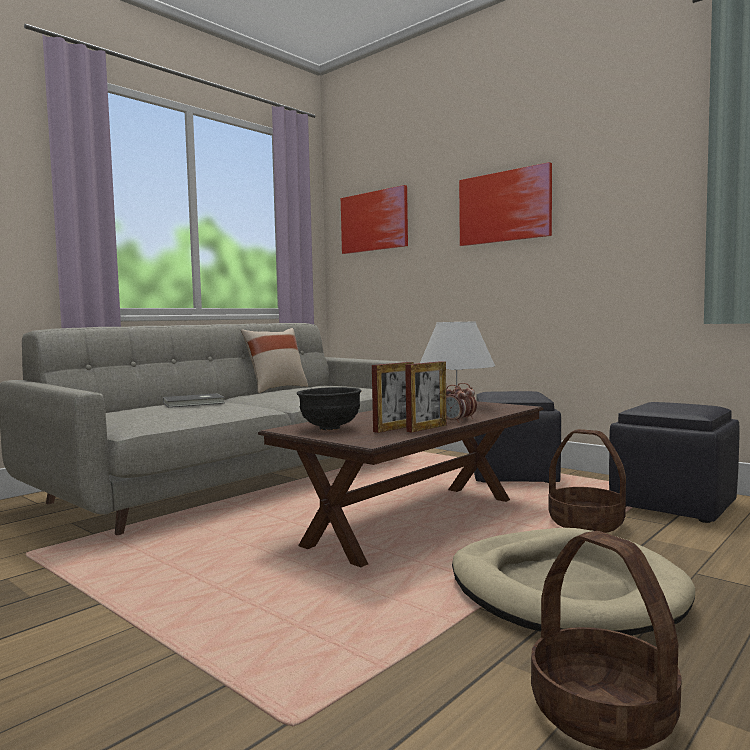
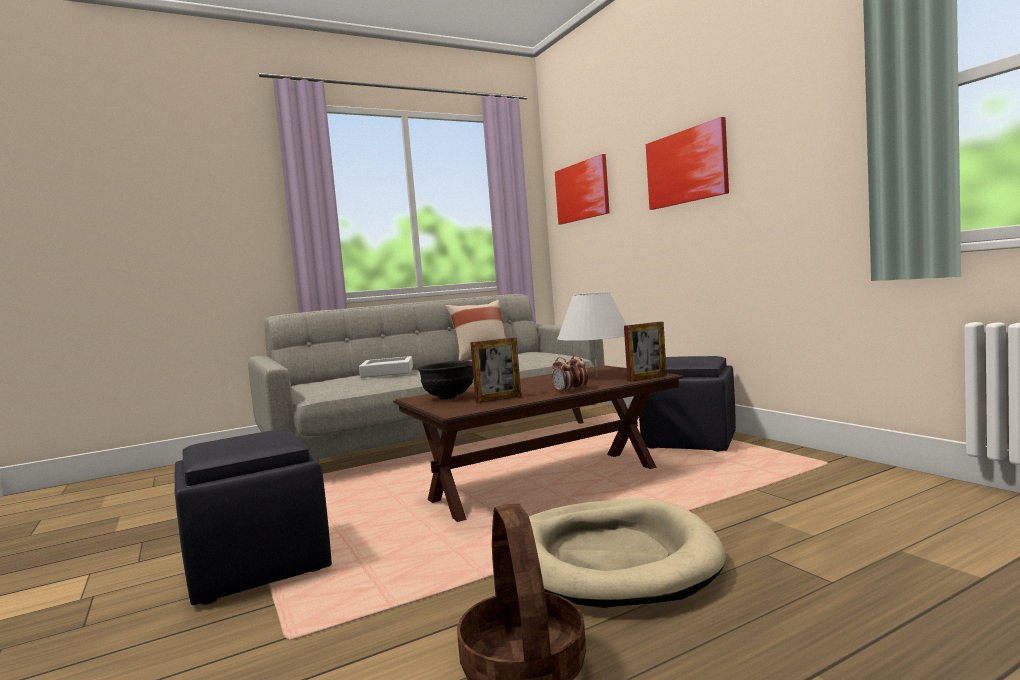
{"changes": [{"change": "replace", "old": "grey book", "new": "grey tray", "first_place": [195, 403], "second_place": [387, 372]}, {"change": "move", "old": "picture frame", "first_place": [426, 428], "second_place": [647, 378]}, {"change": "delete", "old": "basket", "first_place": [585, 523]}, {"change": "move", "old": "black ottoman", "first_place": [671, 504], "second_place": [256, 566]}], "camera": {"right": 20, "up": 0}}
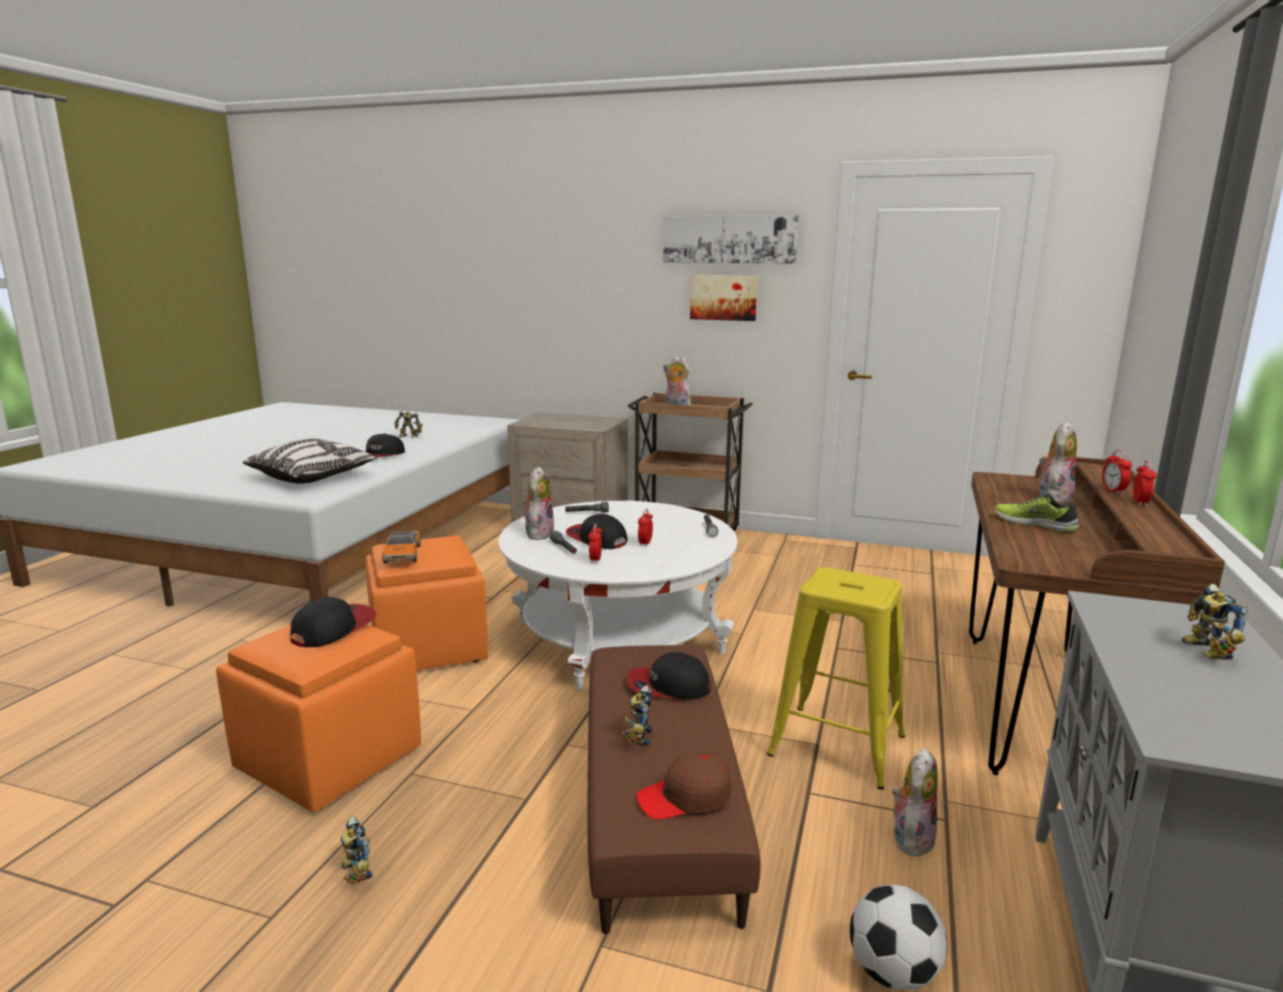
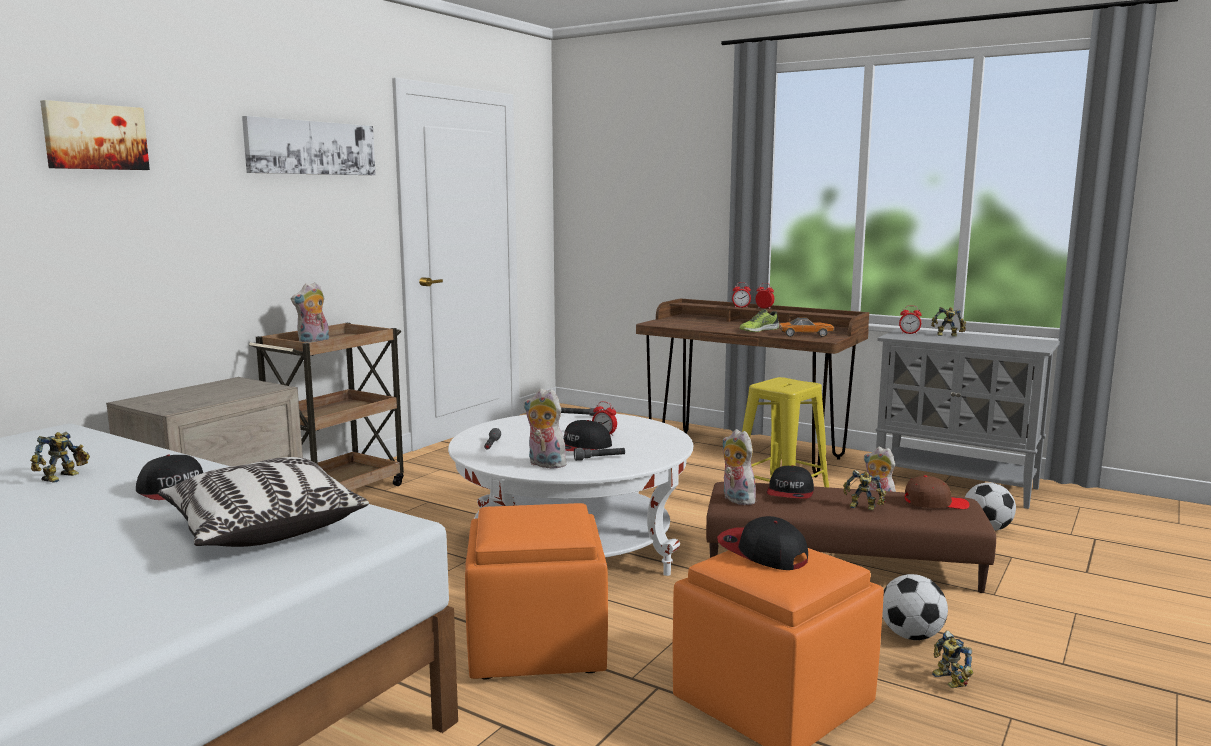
{"changes": [{"change": "rotate", "old": "toy robot", "first_place": [354, 873], "second_place": [947, 681], "degrees": 90}, {"change": "move", "old": "toy car", "first_place": [402, 555], "second_place": [805, 335]}, {"change": "move", "old": "alarm clock", "first_place": [595, 560], "second_place": [909, 333]}, {"change": "rotate", "old": "brown cap", "first_place": [685, 798], "second_place": [935, 503], "degrees": -90}, {"change": "move", "old": "picture", "first_place": [723, 297], "second_place": [95, 137]}, {"change": "move", "old": "plush toy", "first_place": [1053, 497], "second_place": [736, 499]}, {"change": "insert", "new": "football", "second_place": [911, 636]}], "camera": {"right": -75, "up": -5}}
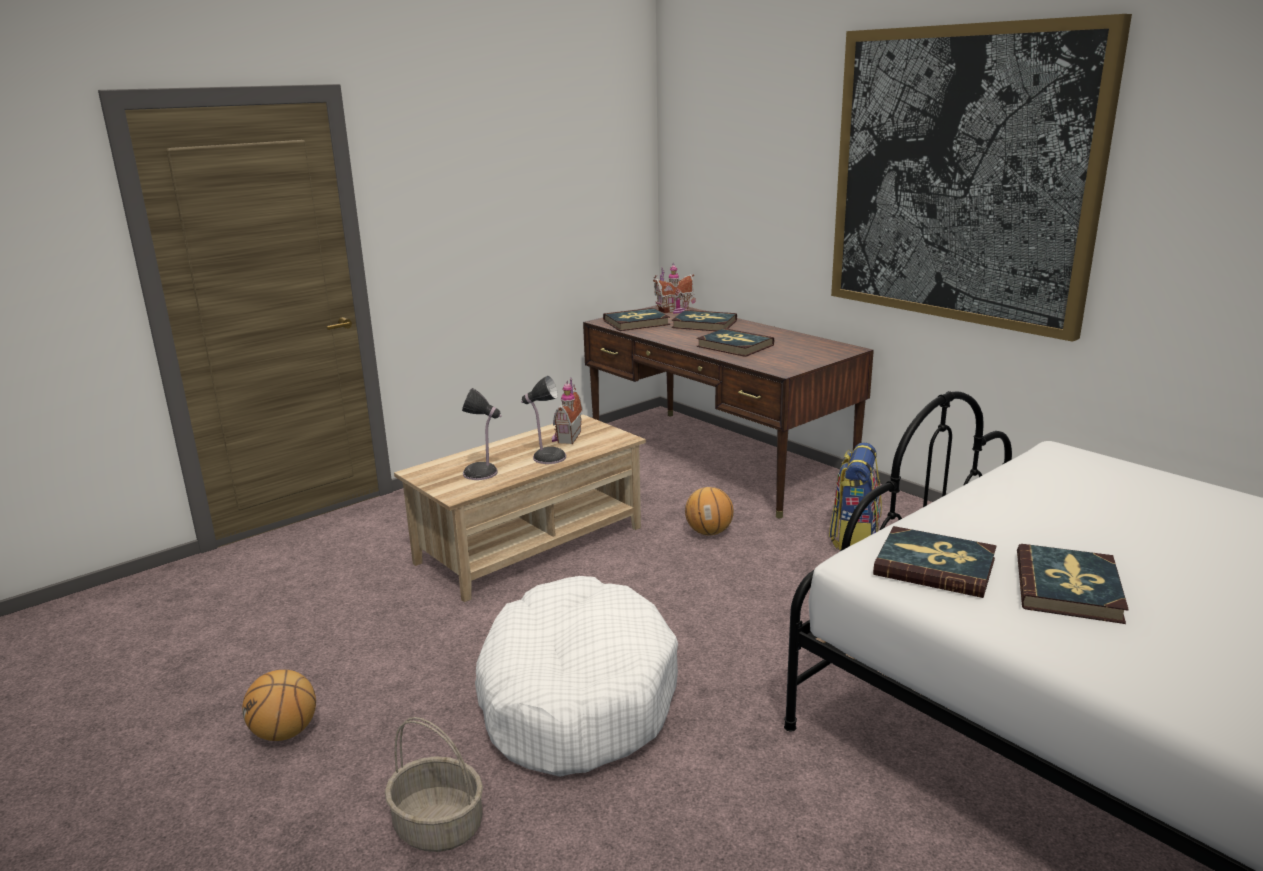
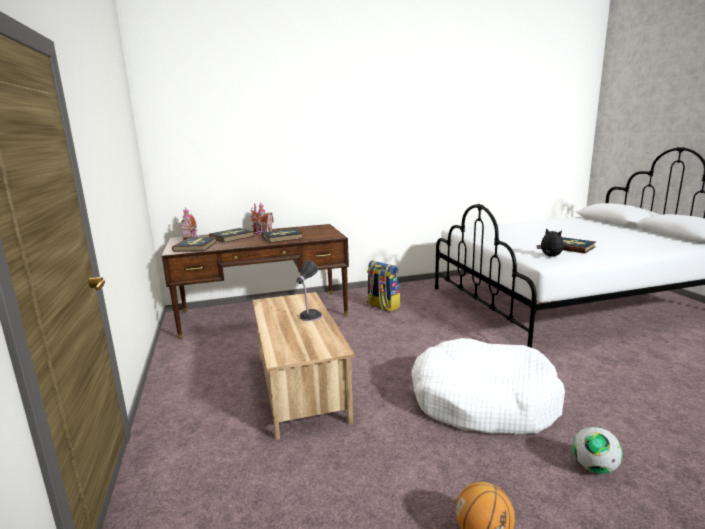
{"changes": [{"change": "replace", "old": "basket", "new": "football", "first_place": [440, 826], "second_place": [594, 467]}, {"change": "delete", "old": "table lamp", "first_place": [482, 473]}, {"change": "move", "old": "toy house", "first_place": [565, 437], "second_place": [261, 232]}, {"change": "delete", "old": "basketball", "first_place": [709, 532]}, {"change": "delete", "old": "picture", "first_place": [961, 176]}, {"change": "replace", "old": "book", "new": "plush toy", "first_place": [934, 567], "second_place": [550, 256]}], "camera": {"right": -65, "up": -5}}
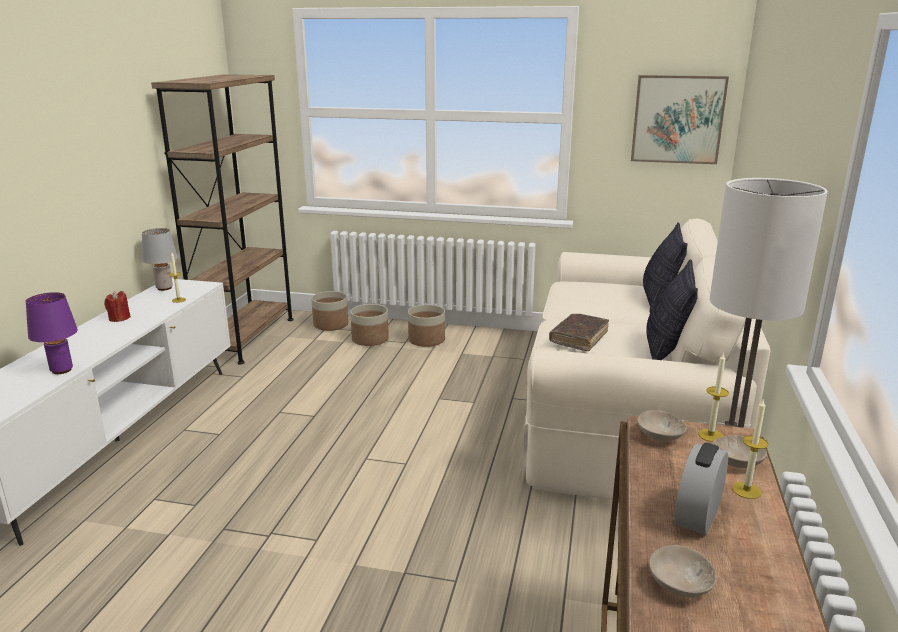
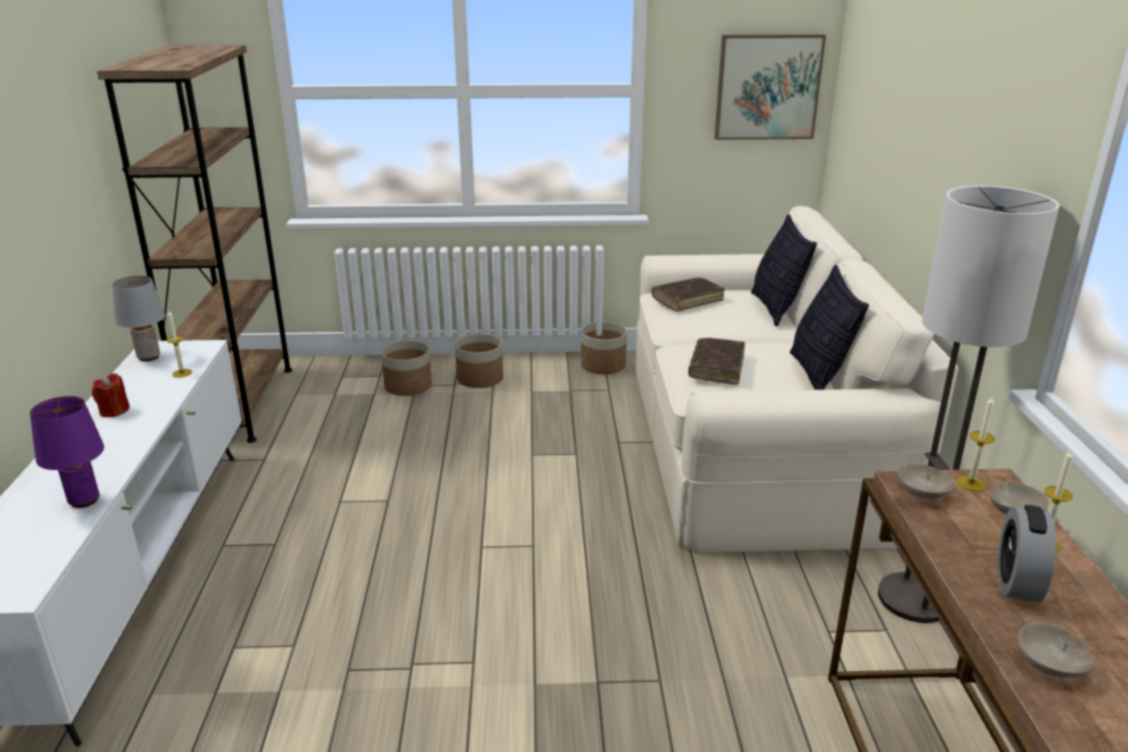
{"changes": [{"change": "move", "old": "planter", "first_place": [331, 325], "second_place": [603, 365]}, {"change": "insert", "new": "brown book", "second_place": [687, 300]}], "camera": {"right": -15, "up": 5}}
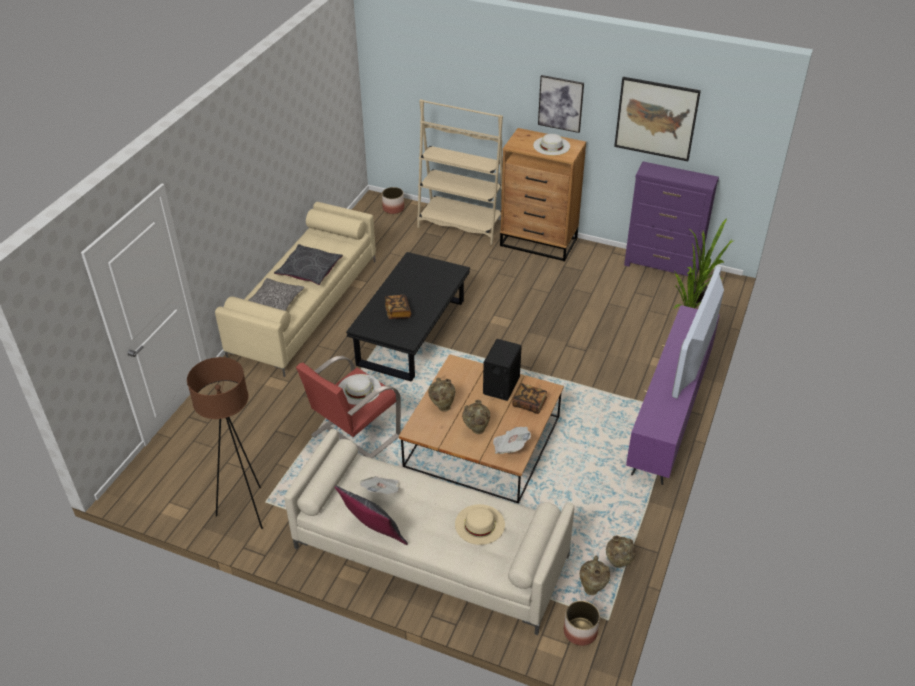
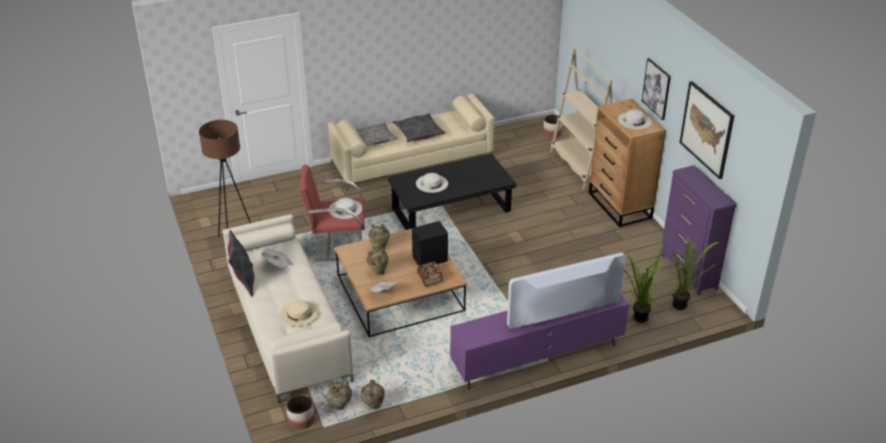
{"changes": [{"change": "replace", "old": "book", "new": "white hat", "first_place": [398, 312], "second_place": [432, 183]}], "camera": {"right": 45, "up": -5}}
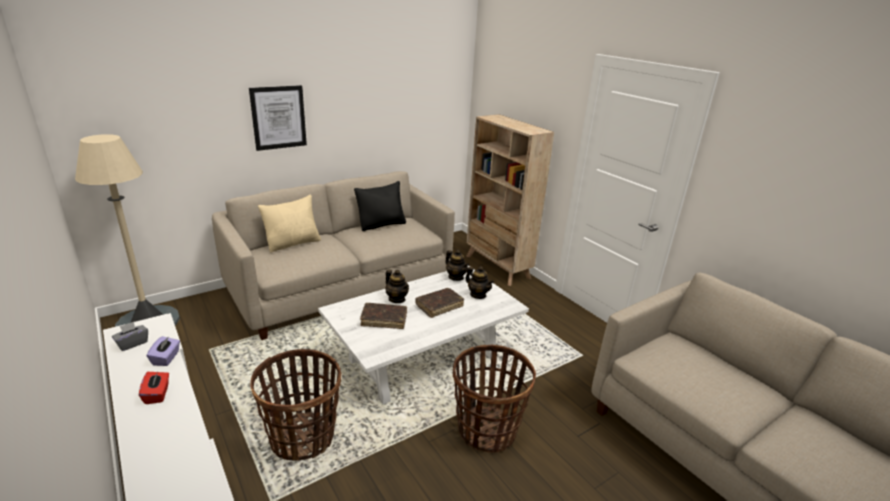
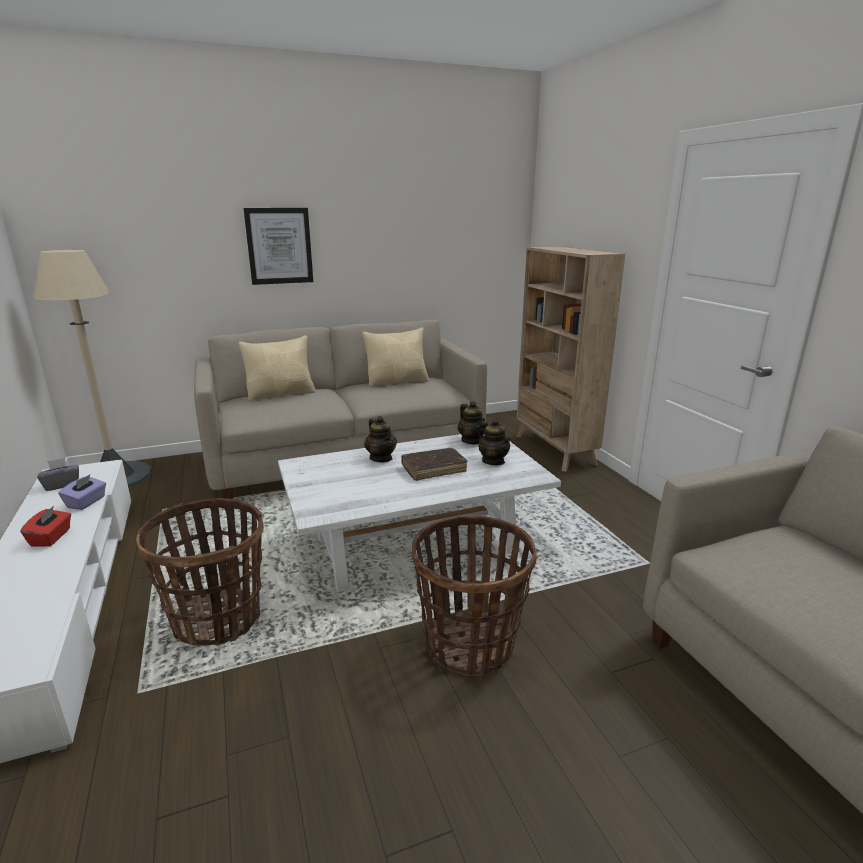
{"changes": [{"change": "recolor", "old": "black pillow", "new": "beige pillow", "first_place": [381, 225], "second_place": [397, 382]}, {"change": "delete", "old": "brown book", "first_place": [384, 320]}], "camera": {"right": 15, "up": -5}}
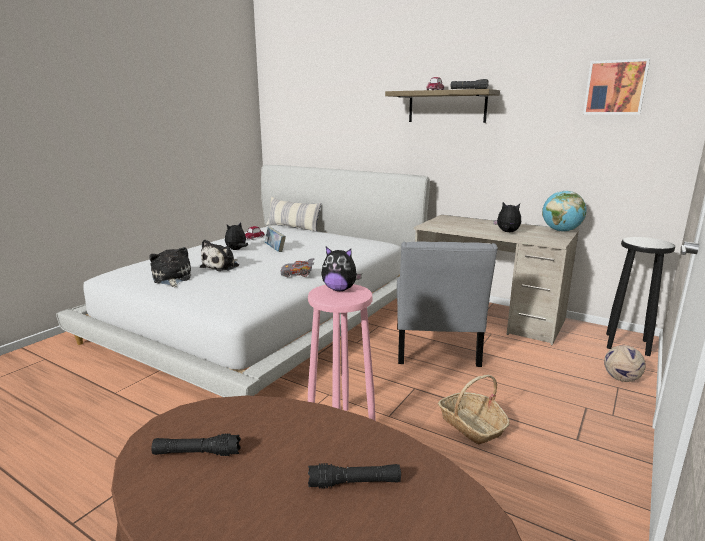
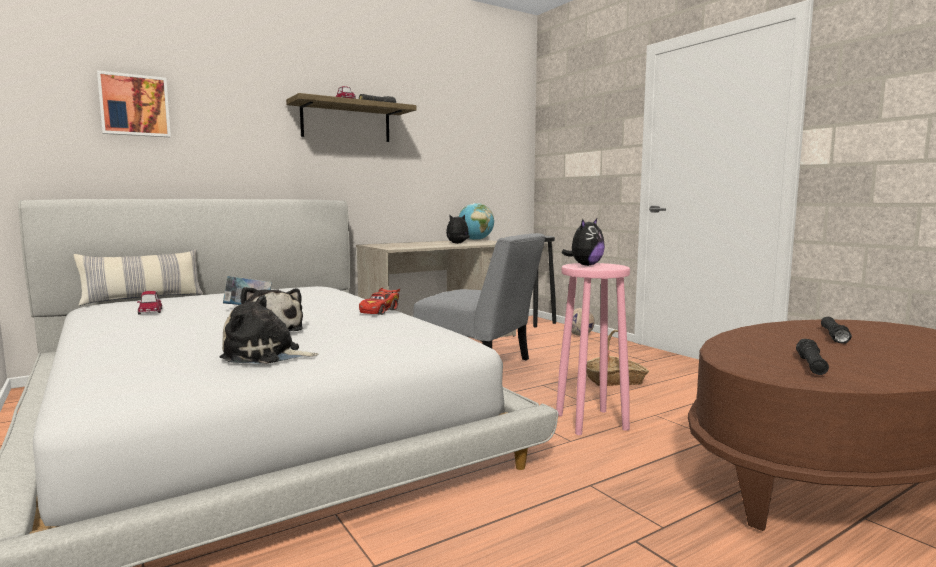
{"changes": [{"change": "delete", "old": "plush toy", "first_place": [237, 250]}, {"change": "recolor", "old": "grey toy car", "new": "red toy car", "first_place": [297, 274], "second_place": [379, 311]}, {"change": "move", "old": "picture", "first_place": [615, 87], "second_place": [134, 105]}], "camera": {"right": -65, "up": -10}}
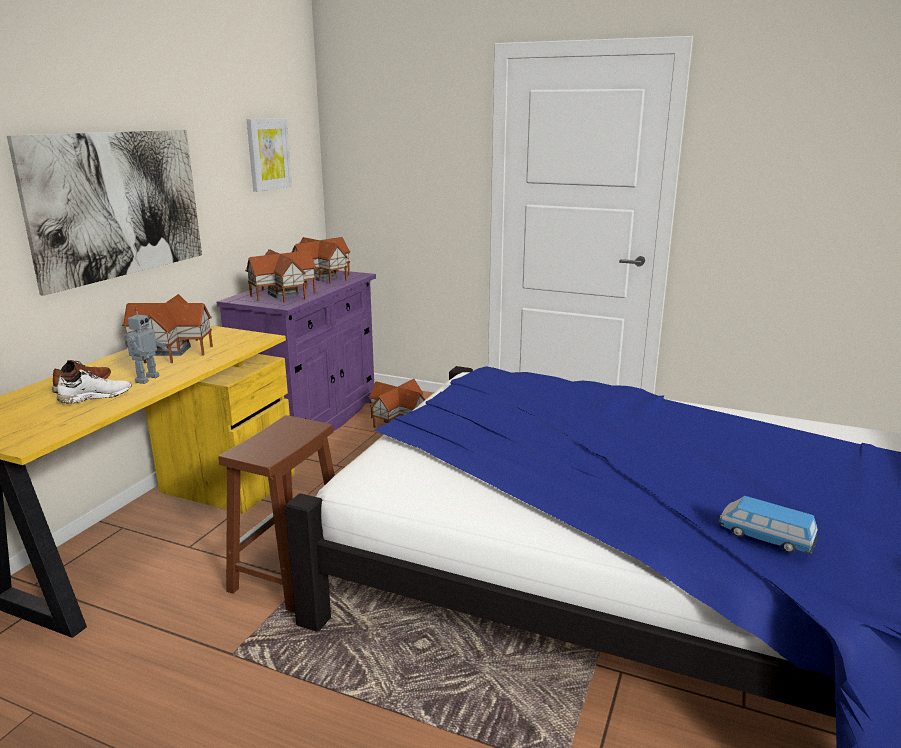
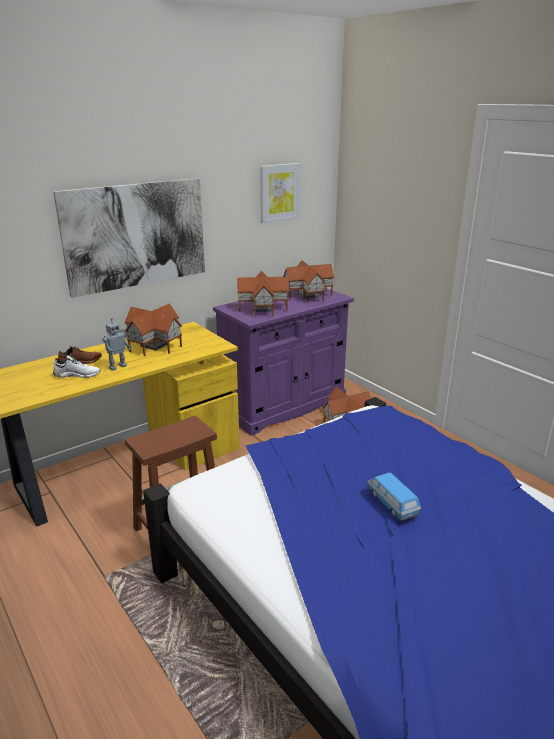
{"changes": [{"change": "move", "old": "toy car", "first_place": [765, 537], "second_place": [392, 503]}], "camera": {"right": 30, "up": 5}}
